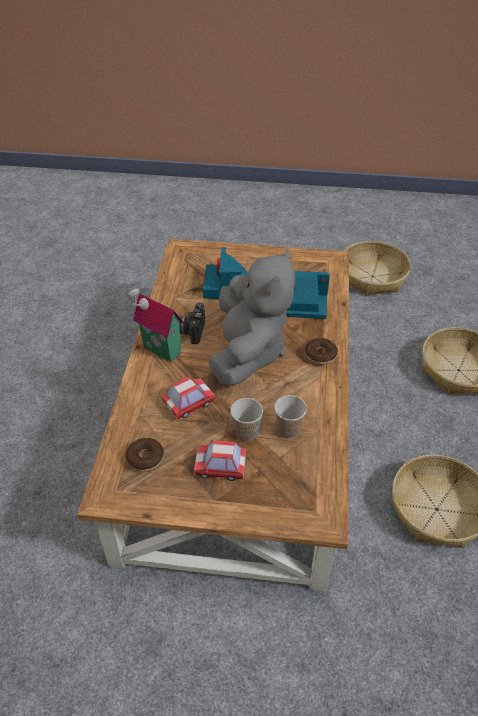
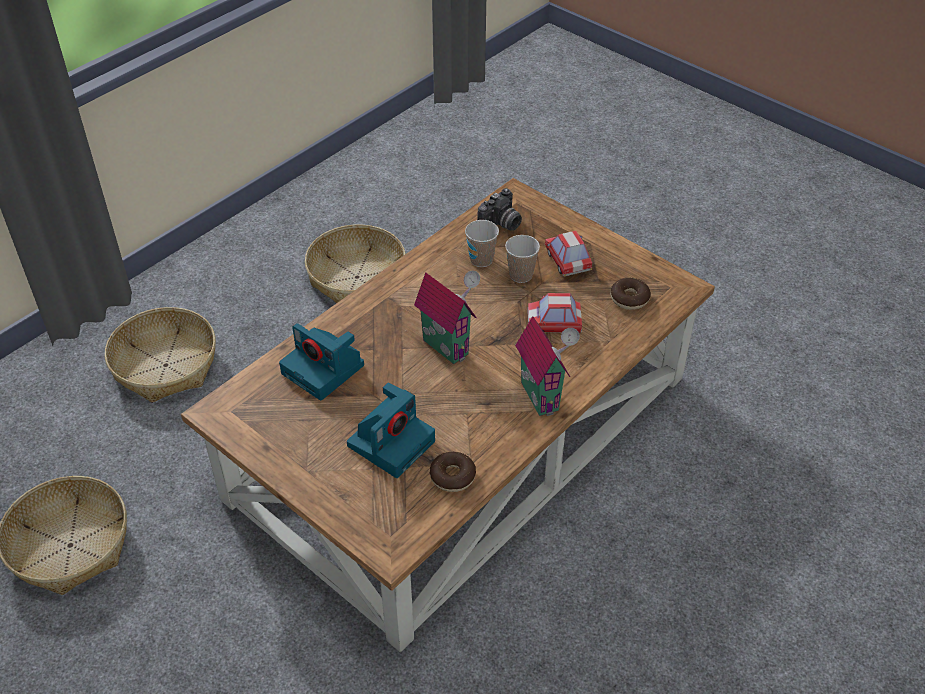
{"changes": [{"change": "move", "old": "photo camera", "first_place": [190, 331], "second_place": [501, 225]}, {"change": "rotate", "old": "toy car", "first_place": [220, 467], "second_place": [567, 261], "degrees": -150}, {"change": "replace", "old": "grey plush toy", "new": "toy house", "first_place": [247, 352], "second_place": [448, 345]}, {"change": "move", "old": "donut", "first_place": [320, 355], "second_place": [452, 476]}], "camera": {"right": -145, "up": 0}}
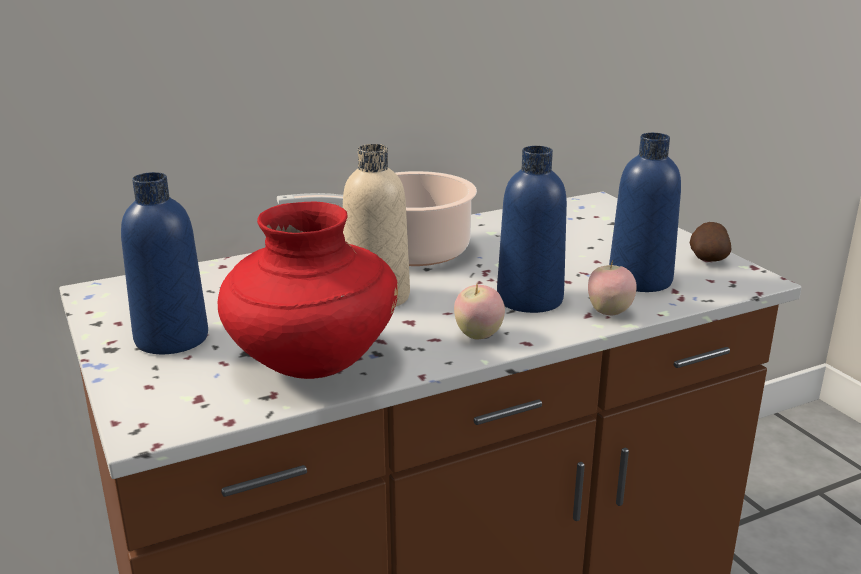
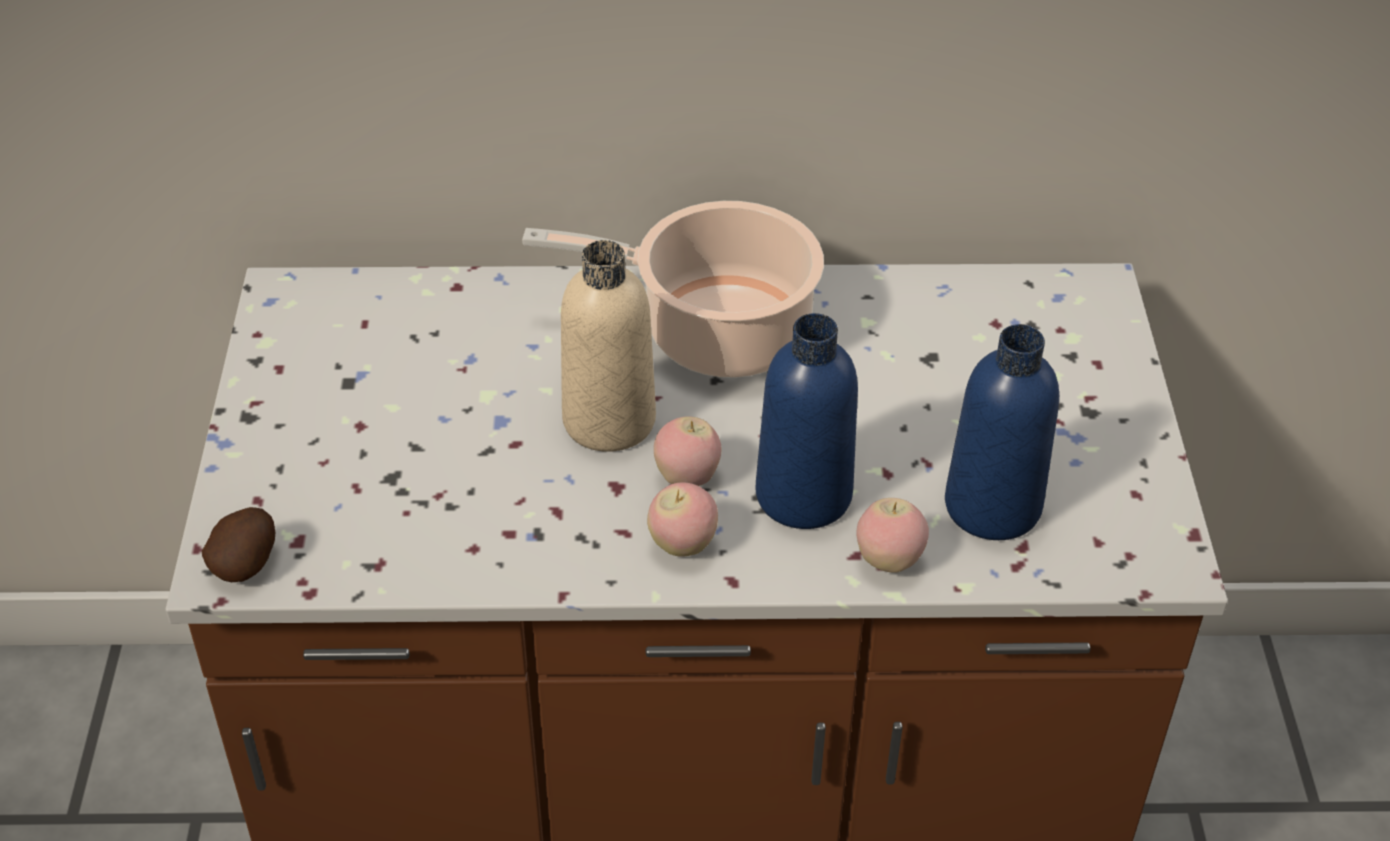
{"changes": [{"change": "delete", "old": "blue bottle", "first_place": [171, 338]}, {"change": "delete", "old": "red vase", "first_place": [311, 362]}, {"change": "move", "old": "potato", "first_place": [707, 259], "second_place": [247, 563]}, {"change": "insert", "new": "apple", "second_place": [687, 477]}], "camera": {"right": 25, "up": 20}}
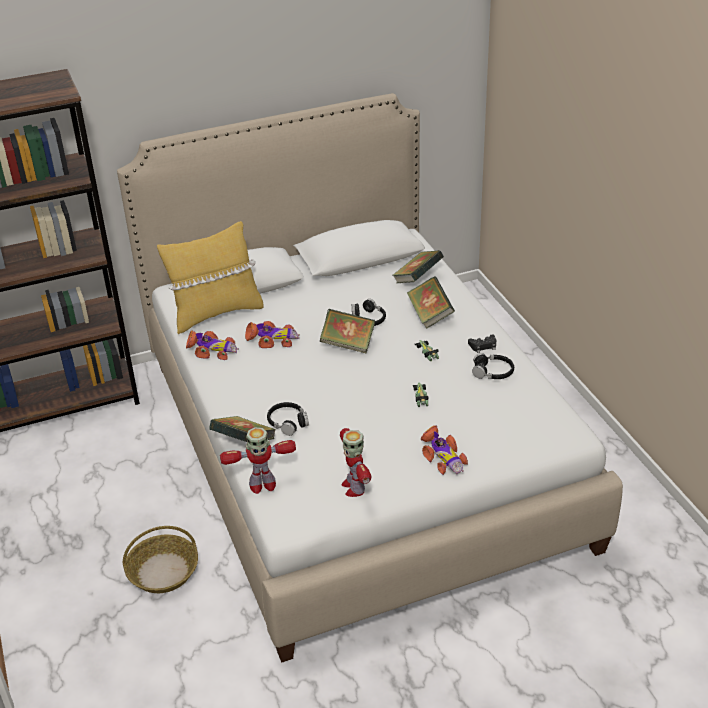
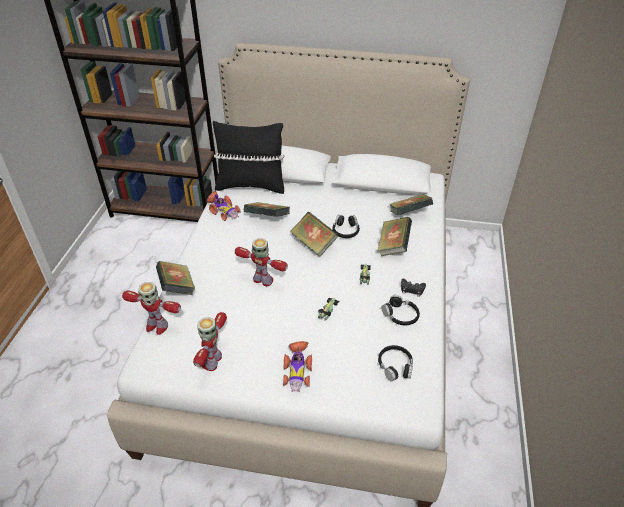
{"changes": [{"change": "delete", "old": "basket", "first_place": [162, 572]}, {"change": "recolor", "old": "yellow pillow", "new": "black pillow", "first_place": [216, 313], "second_place": [251, 185]}, {"change": "replace", "old": "toy car", "new": "book", "first_place": [272, 340], "second_place": [267, 219]}, {"change": "move", "old": "black headphones", "first_place": [288, 422], "second_place": [395, 366]}, {"change": "insert", "new": "toy robot", "second_place": [263, 280]}], "camera": {"right": 30, "up": 5}}
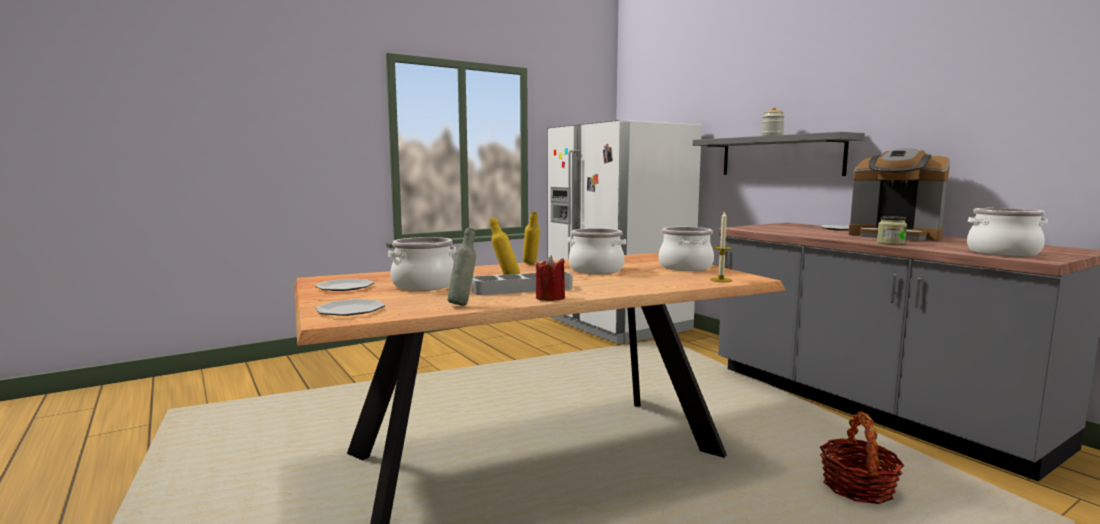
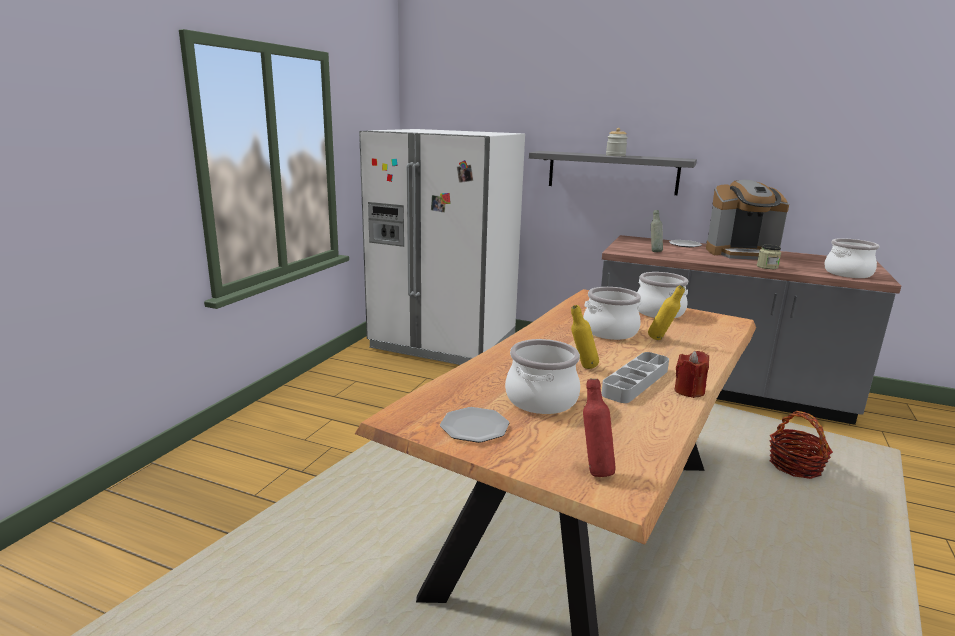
{"changes": [{"change": "replace", "old": "plate", "new": "red bottle", "first_place": [351, 310], "second_place": [594, 470]}, {"change": "move", "old": "grey bottle", "first_place": [463, 304], "second_place": [654, 251]}, {"change": "move", "old": "yellow bottle", "first_place": [531, 264], "second_place": [662, 340]}, {"change": "delete", "old": "candle", "first_place": [721, 280]}], "camera": {"right": -35, "up": 10}}
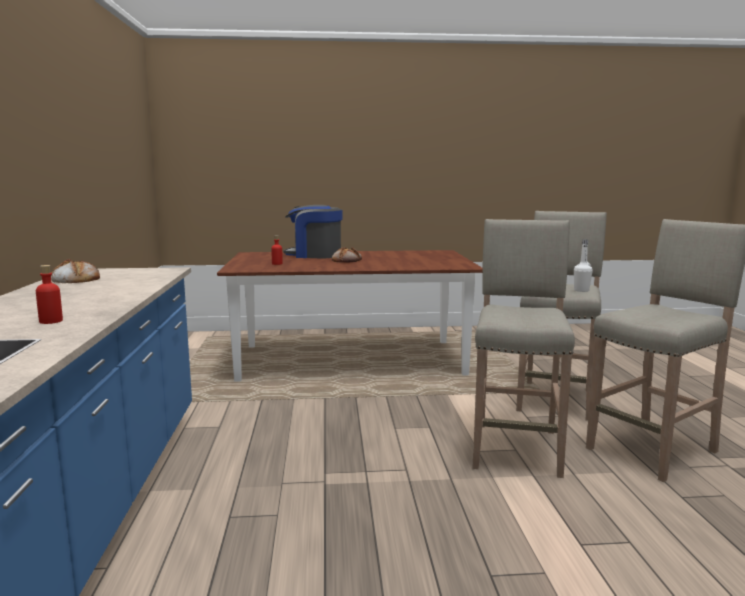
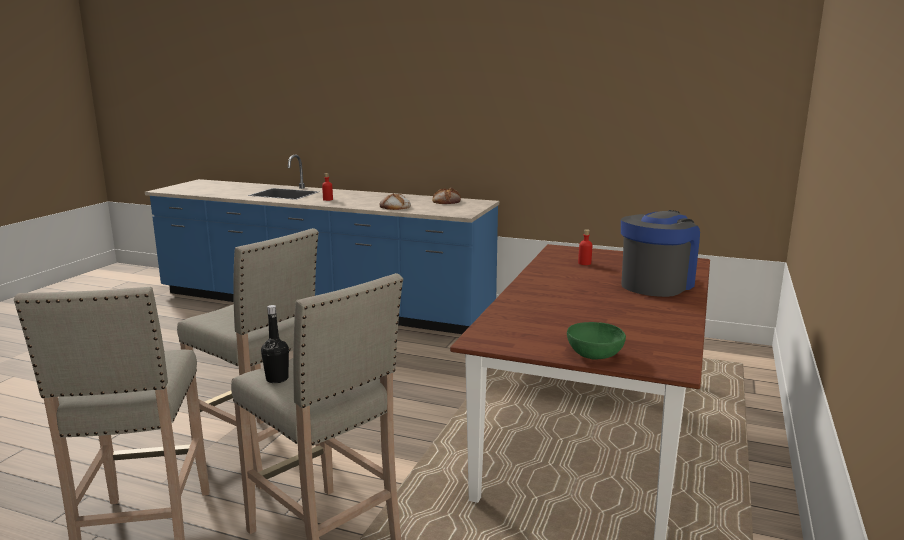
{"changes": [{"change": "move", "old": "bread", "first_place": [347, 260], "second_place": [395, 207]}, {"change": "recolor", "old": "white bottle", "new": "black bottle", "first_place": [581, 290], "second_place": [277, 379]}, {"change": "insert", "new": "green bowl", "second_place": [594, 354]}], "camera": {"right": 115, "up": 5}}
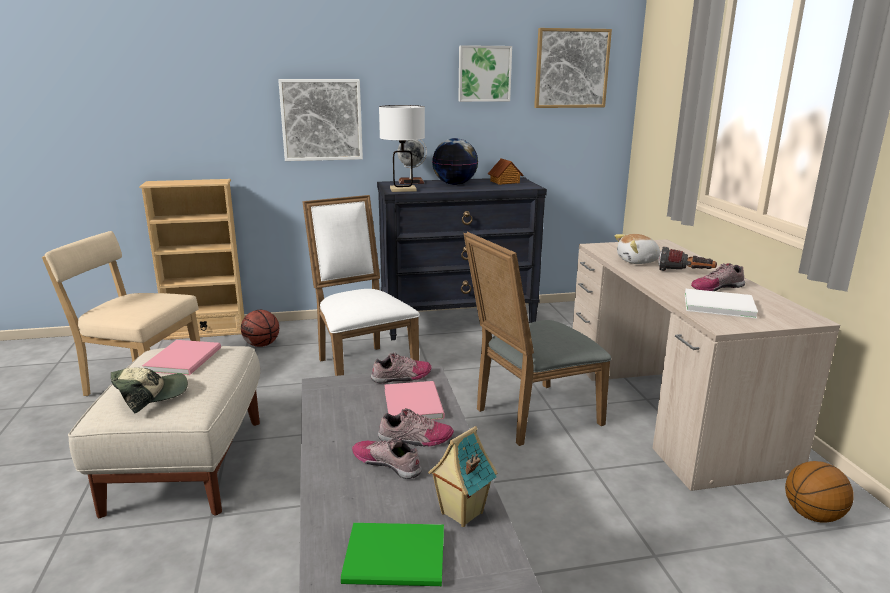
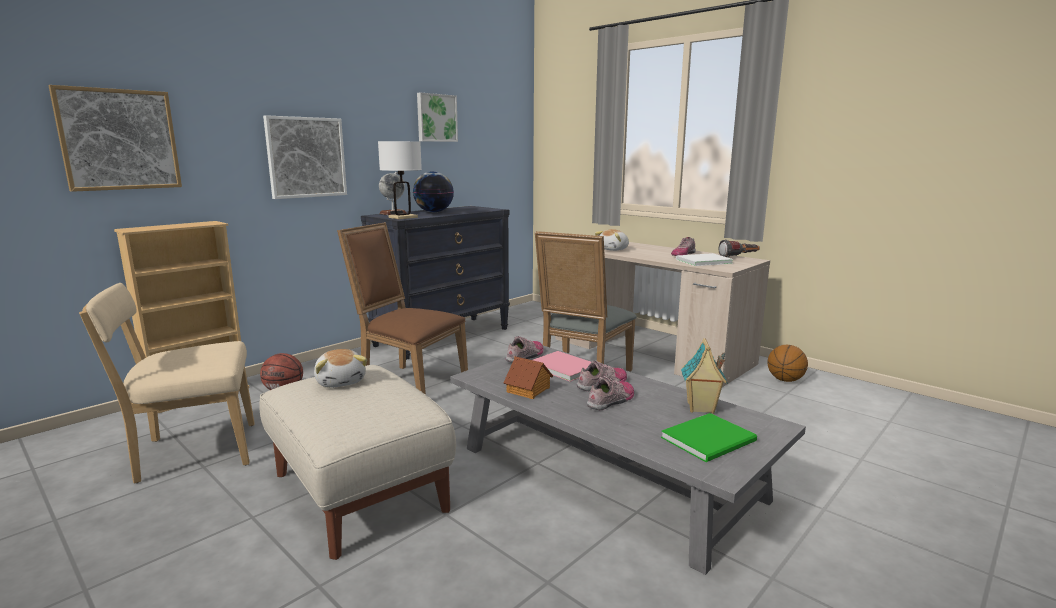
{"changes": [{"change": "delete", "old": "cap", "first_place": [151, 395]}, {"change": "replace", "old": "pink book", "new": "plush toy", "first_place": [186, 358], "second_place": [341, 381]}, {"change": "recolor", "old": "white chair", "new": "brown chair", "first_place": [361, 366], "second_place": [409, 382]}, {"change": "rotate", "old": "shoe", "first_place": [387, 463], "second_place": [612, 400], "degrees": 135}, {"change": "move", "old": "toy house", "first_place": [505, 182], "second_place": [529, 390]}, {"change": "move", "old": "picture", "first_place": [571, 68], "second_place": [119, 140]}, {"change": "move", "old": "flashlight", "first_place": [685, 273], "second_place": [739, 257]}], "camera": {"right": -35, "up": -5}}
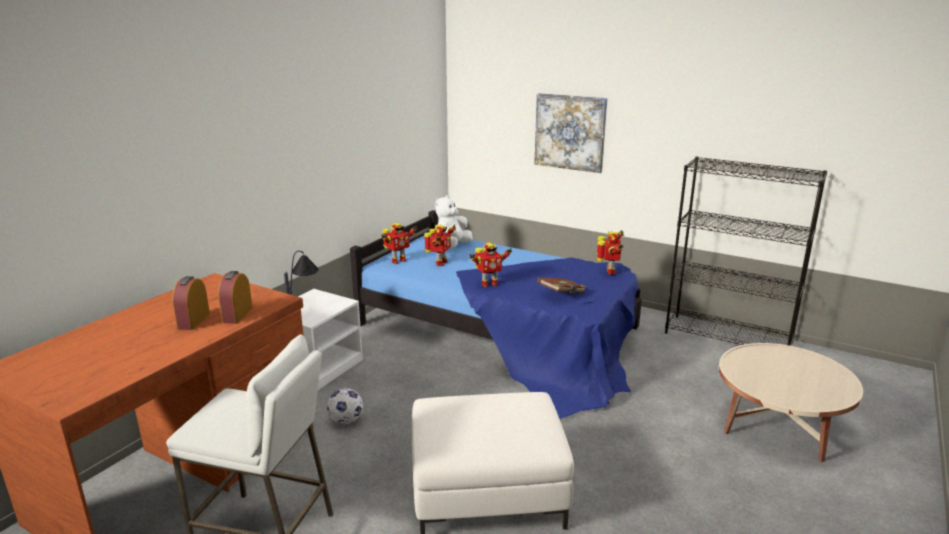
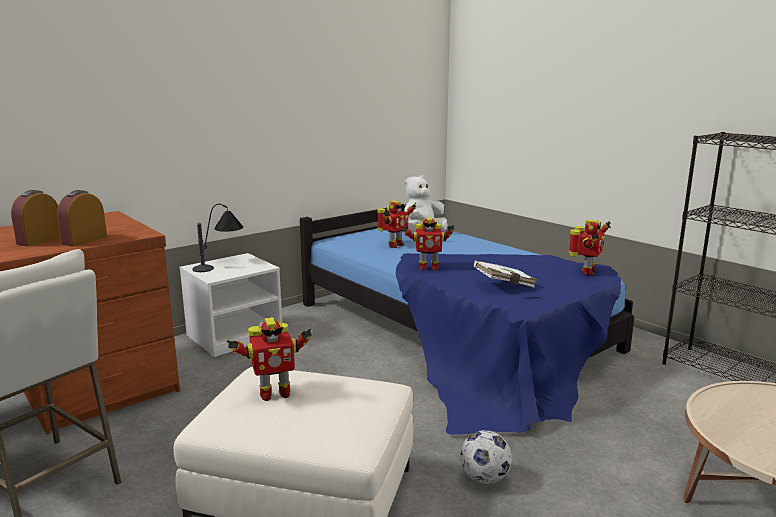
{"changes": [{"change": "move", "old": "football", "first_place": [346, 420], "second_place": [484, 478]}, {"change": "move", "old": "toy robot", "first_place": [397, 261], "second_place": [274, 394]}, {"change": "delete", "old": "picture", "first_place": [570, 132]}, {"change": "recolor", "old": "brown book", "new": "white book", "first_place": [562, 294], "second_place": [505, 285]}], "camera": {"right": 20, "up": -5}}
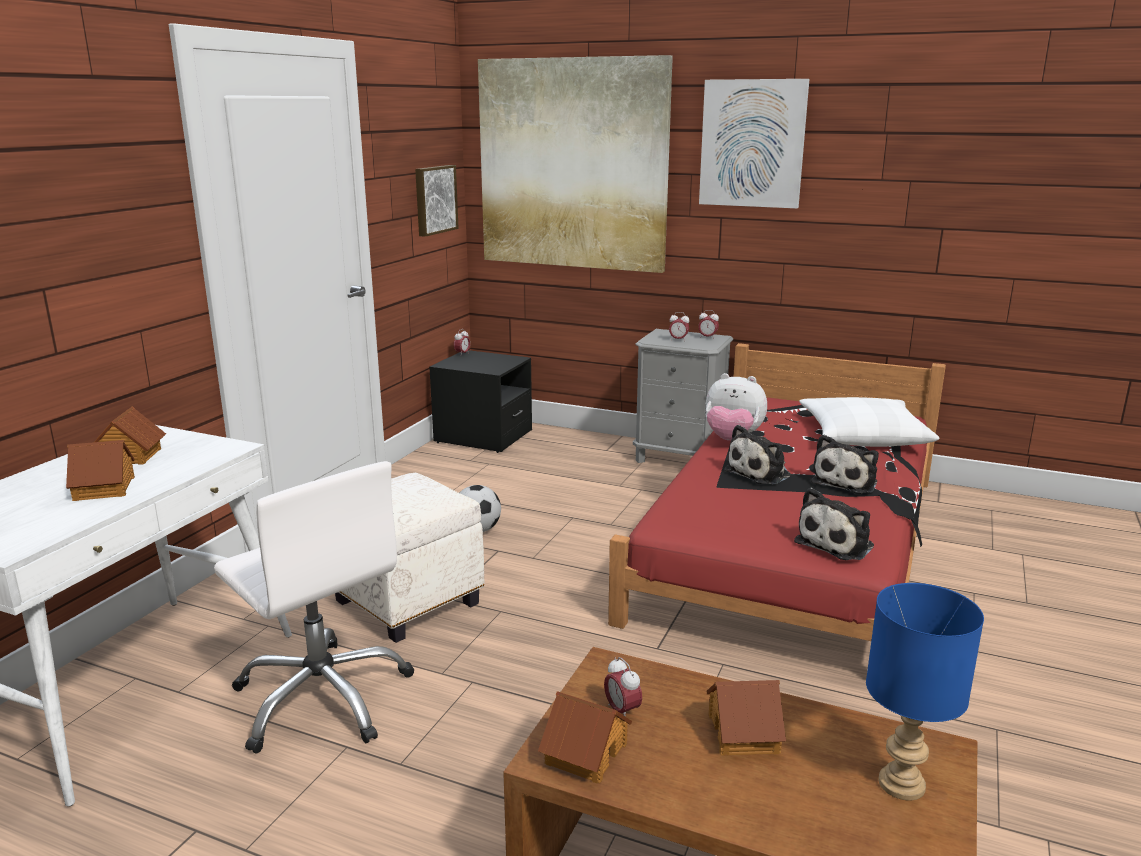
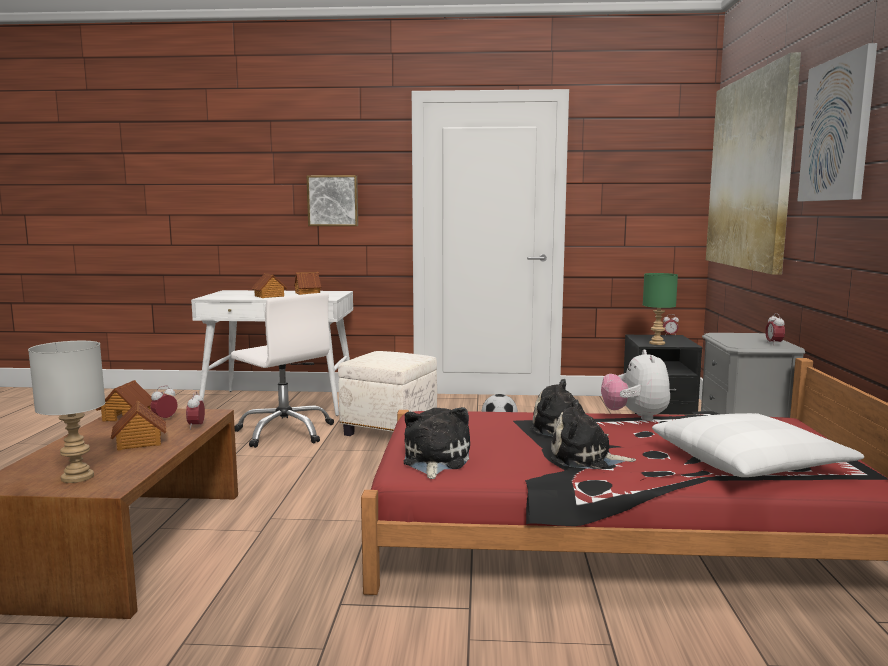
{"changes": [{"change": "rotate", "old": "white office chair", "first_place": [323, 697], "second_place": [285, 432], "degrees": -75}, {"change": "move", "old": "picture", "first_place": [434, 199], "second_place": [333, 201]}, {"change": "move", "old": "alarm clock", "first_place": [678, 340], "second_place": [196, 426]}, {"change": "rotate", "old": "plush toy", "first_place": [837, 543], "second_place": [434, 460], "degrees": 75}, {"change": "recolor", "old": "blue table lamp", "new": "grey table lamp", "first_place": [902, 785], "second_place": [76, 477]}, {"change": "insert", "new": "green table lamp", "second_place": [656, 343]}], "camera": {"right": 70, "up": -10}}
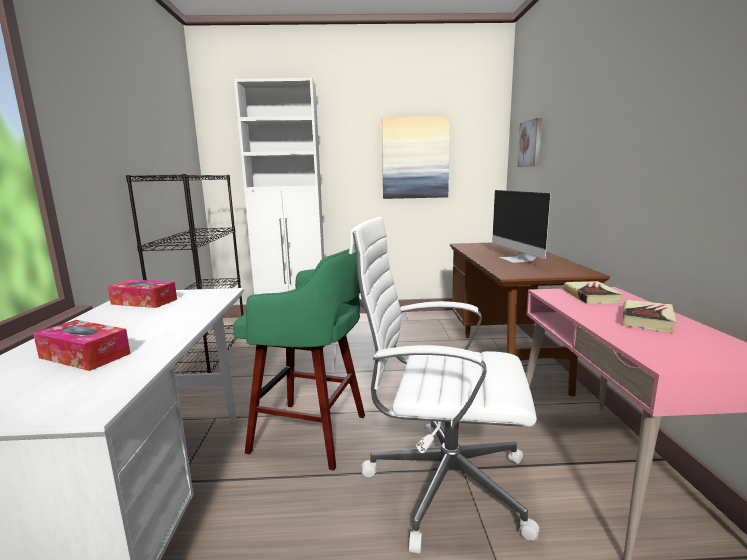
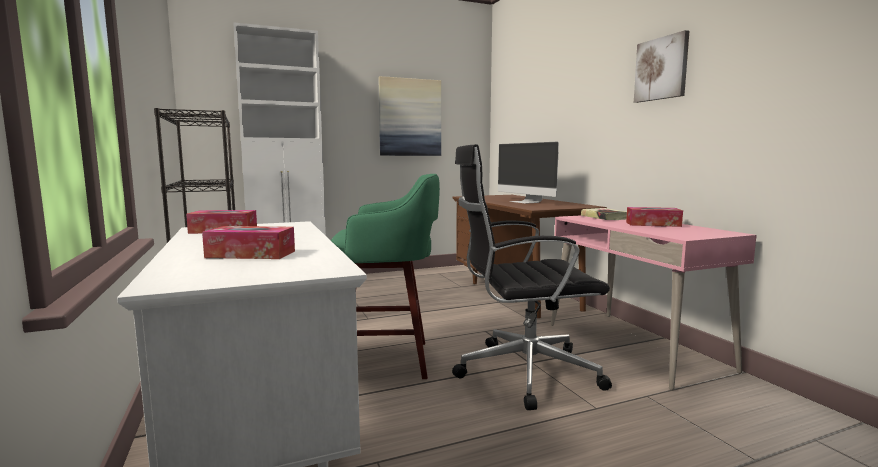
{"changes": [{"change": "recolor", "old": "white office chair", "new": "black office chair", "first_place": [442, 483], "second_place": [523, 372]}, {"change": "move", "old": "picture", "first_place": [530, 143], "second_place": [661, 69]}, {"change": "replace", "old": "book", "new": "tissue box", "first_place": [647, 320], "second_place": [653, 224]}], "camera": {"right": -20, "up": -5}}
